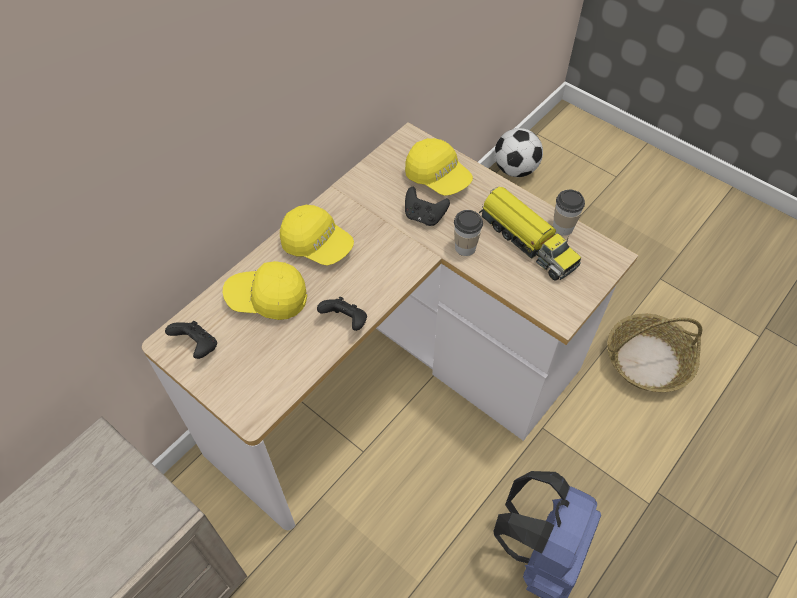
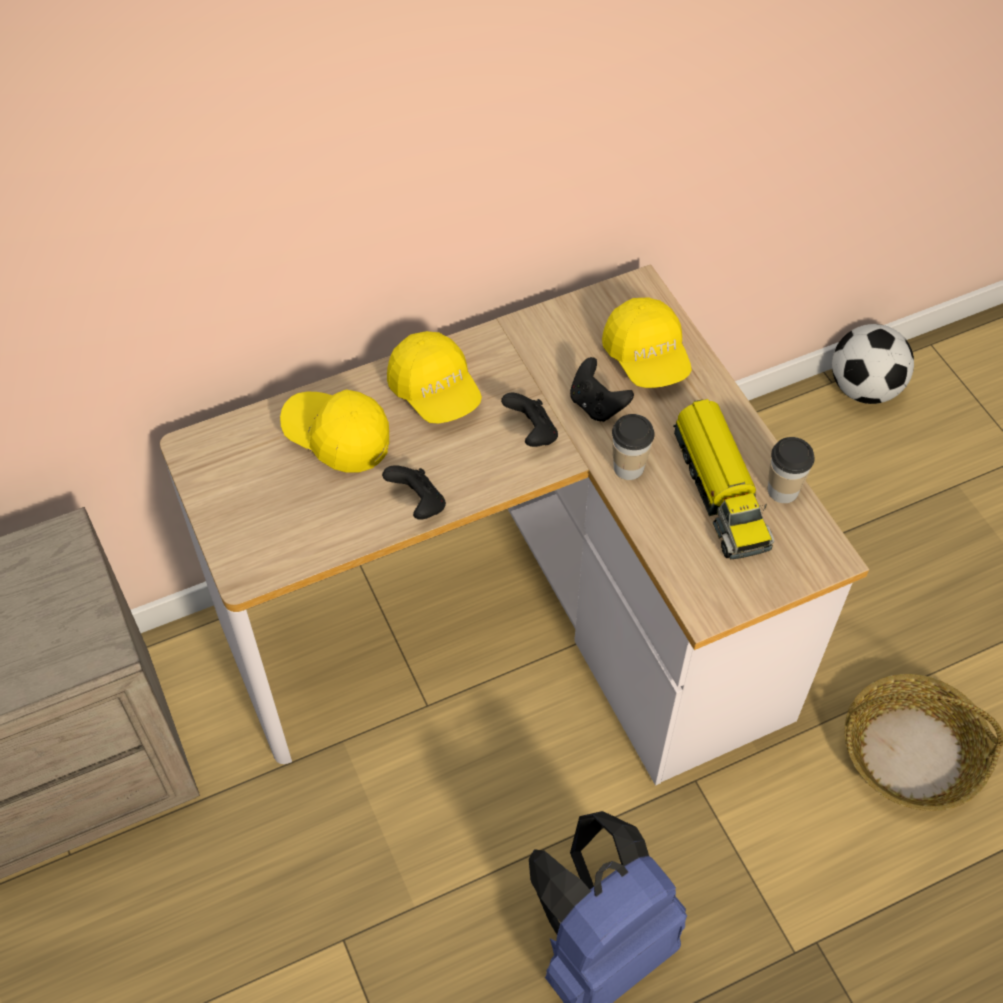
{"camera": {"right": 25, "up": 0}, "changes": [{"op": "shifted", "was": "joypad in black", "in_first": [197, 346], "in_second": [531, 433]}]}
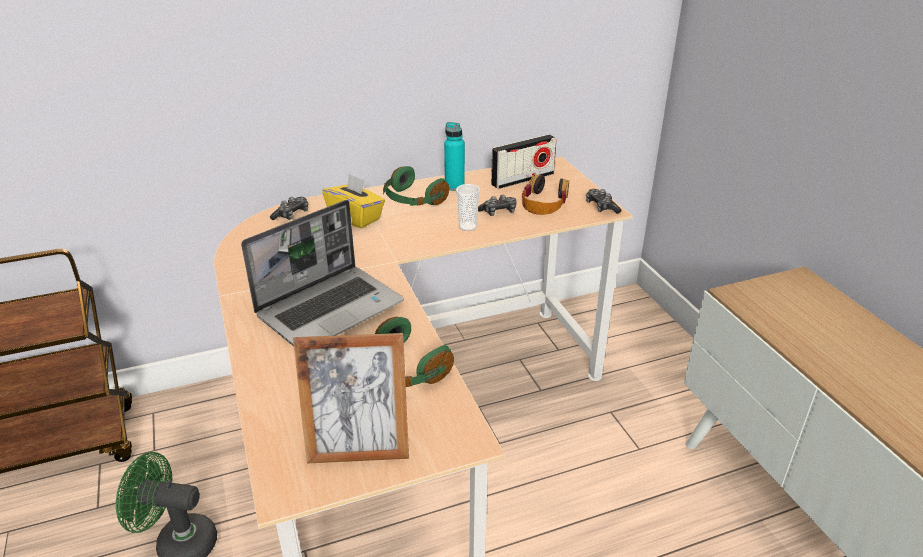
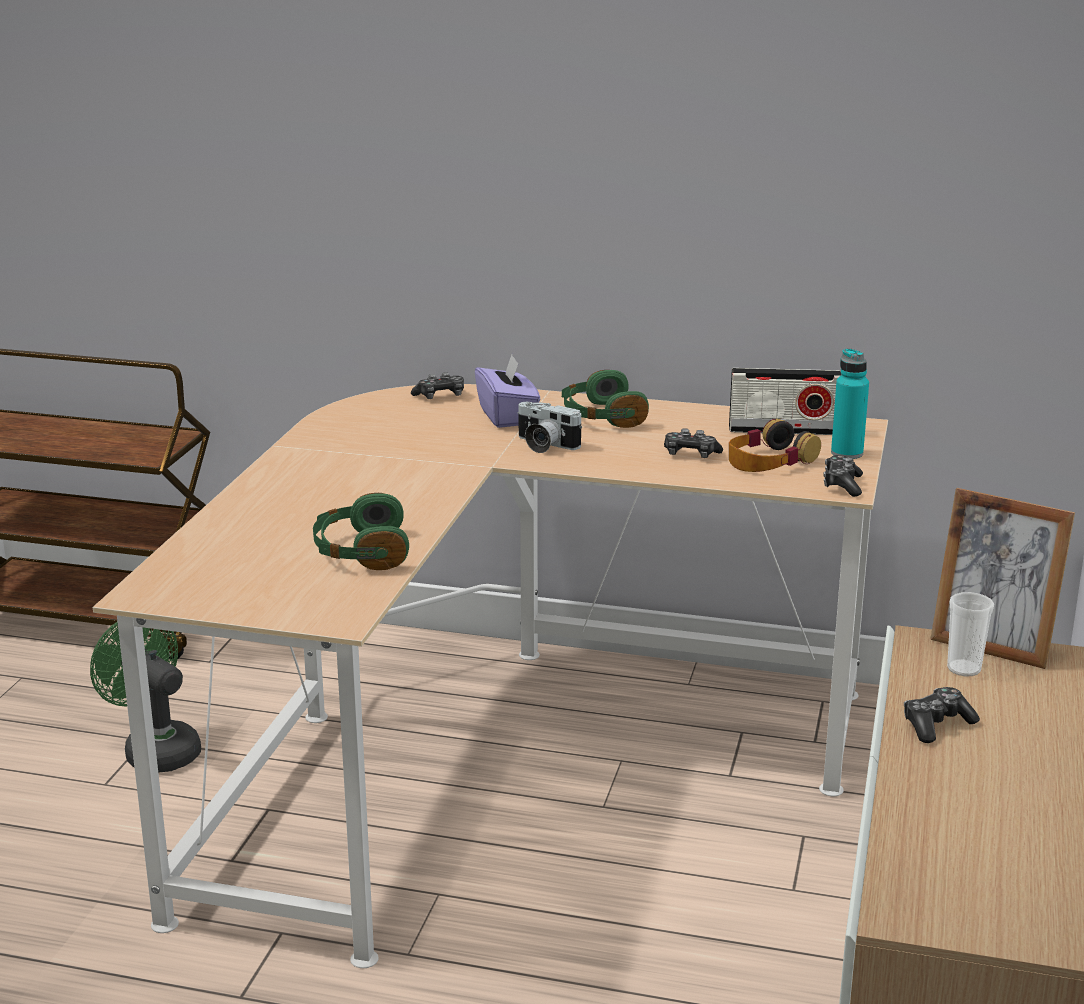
{"camera": {"right": 35, "up": -10}, "changes": [{"op": "gone", "was": "notebook computer", "in_first": [331, 308]}, {"op": "shifted", "was": "standing frame", "in_first": [359, 450], "in_second": [991, 647]}, {"op": "repainted", "was": "tissue holder in yellow-coloured", "now": "tissue holder in purple-coloured", "in_first": [355, 217], "in_second": [507, 416]}, {"op": "shifted", "was": "bottle in blue-green", "in_first": [454, 186], "in_second": [847, 453]}, {"op": "shifted", "was": "small cup", "in_first": [467, 227], "in_second": [964, 669]}, {"op": "new", "now": "still camera", "in_second": [544, 445]}, {"op": "new", "now": "joypad", "in_second": [936, 724]}]}
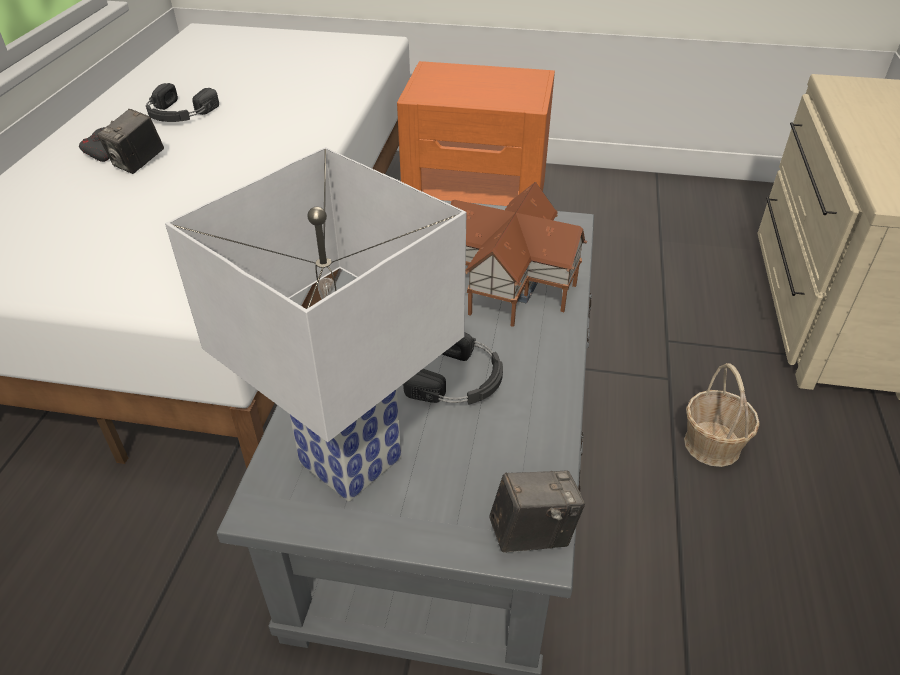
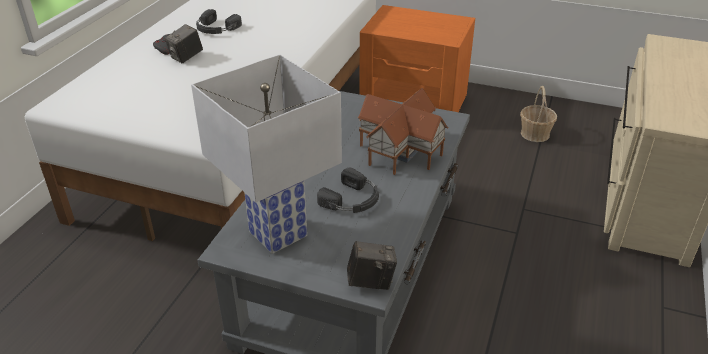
{"camera": {"right": 10, "up": -5}, "changes": [{"op": "shifted", "was": "basket", "in_first": [712, 445], "in_second": [534, 134]}]}
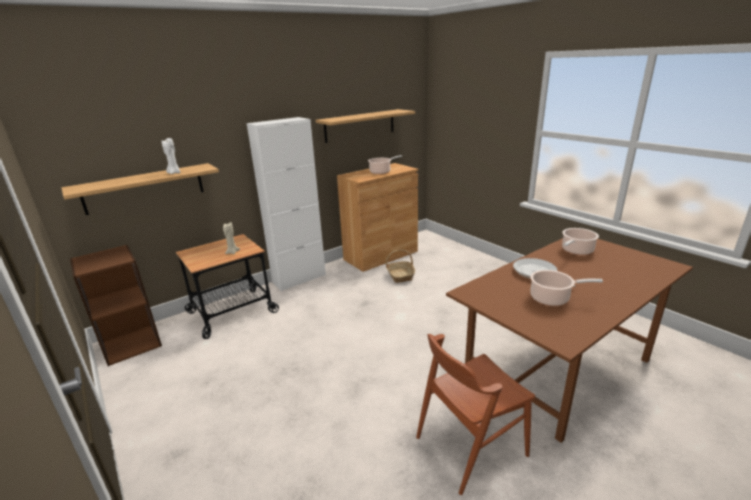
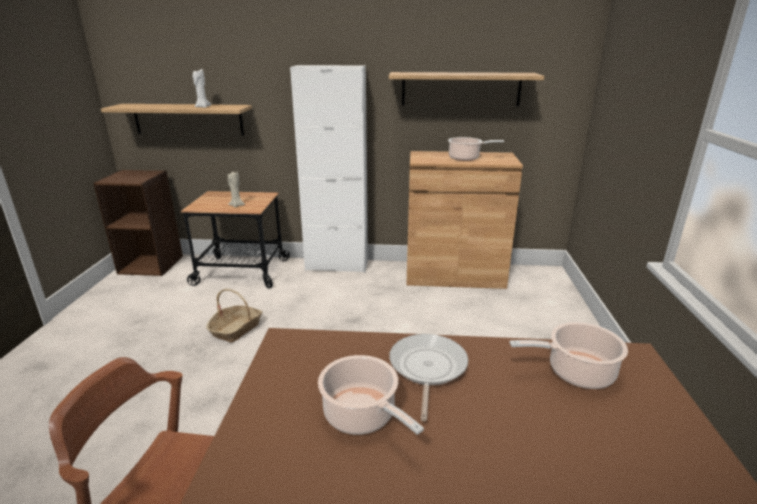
{"camera": {"right": 40, "up": 0}, "changes": [{"op": "shifted", "was": "basket", "in_first": [400, 275], "in_second": [236, 329]}]}
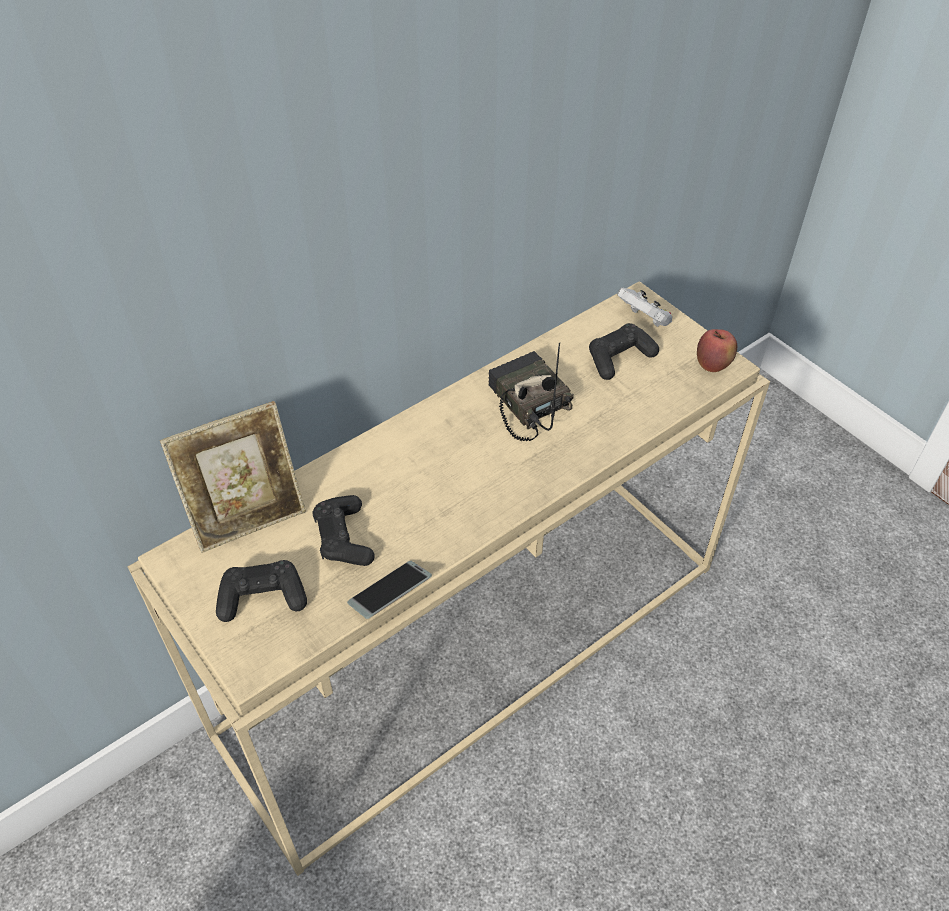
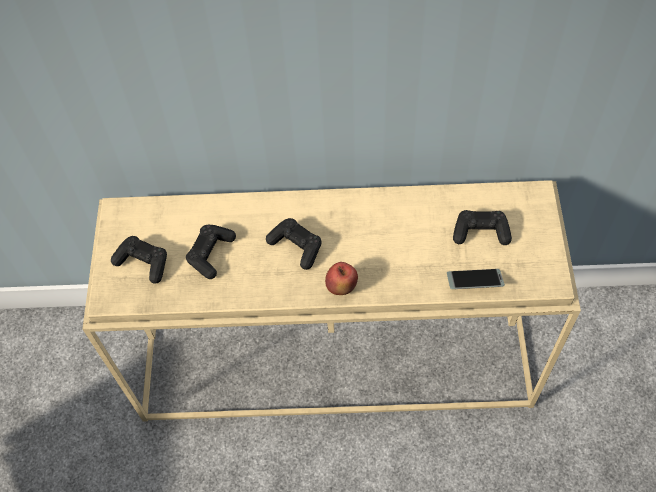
{"camera": {"right": 40, "up": 10}, "changes": [{"op": "gone", "was": "standing frame", "in_first": [248, 517]}, {"op": "shifted", "was": "phone", "in_first": [390, 594], "in_second": [474, 282]}, {"op": "gone", "was": "radio set", "in_first": [526, 403]}, {"op": "gone", "was": "joypad in white-coloured", "in_first": [645, 320]}, {"op": "shifted", "was": "apple fruit", "in_first": [712, 365], "in_second": [341, 287]}, {"op": "new", "now": "joypad in black", "in_second": [296, 246]}]}
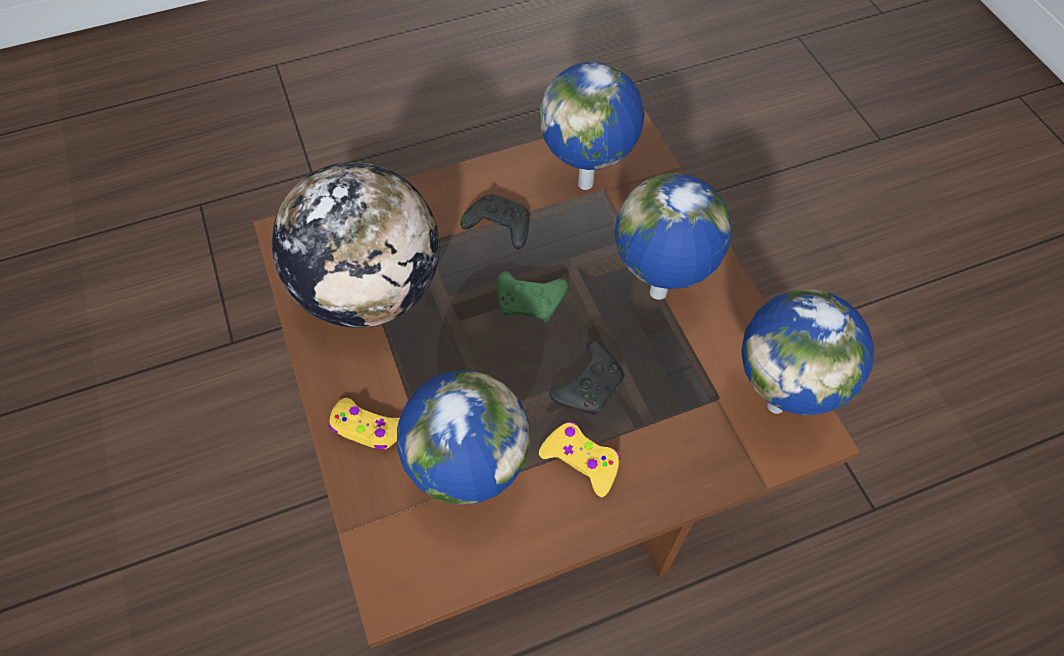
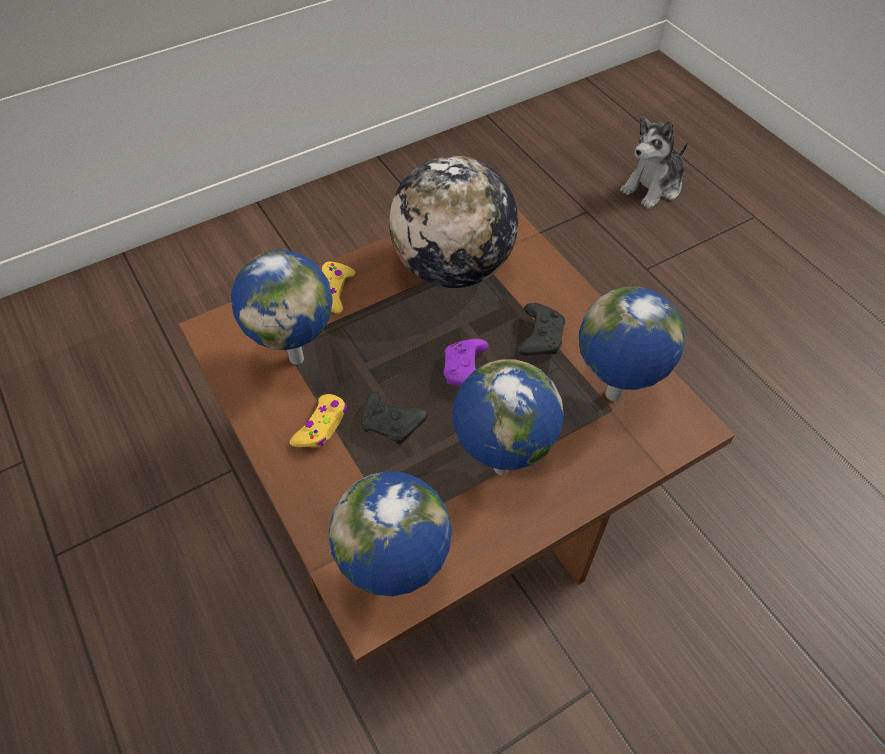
{"camera": {"right": 80, "up": -5}, "changes": [{"op": "repainted", "was": "joypad in green", "now": "joypad in purple-coloured", "in_first": [531, 302], "in_second": [466, 371]}, {"op": "new", "now": "cuddly toy", "in_second": [653, 187]}]}
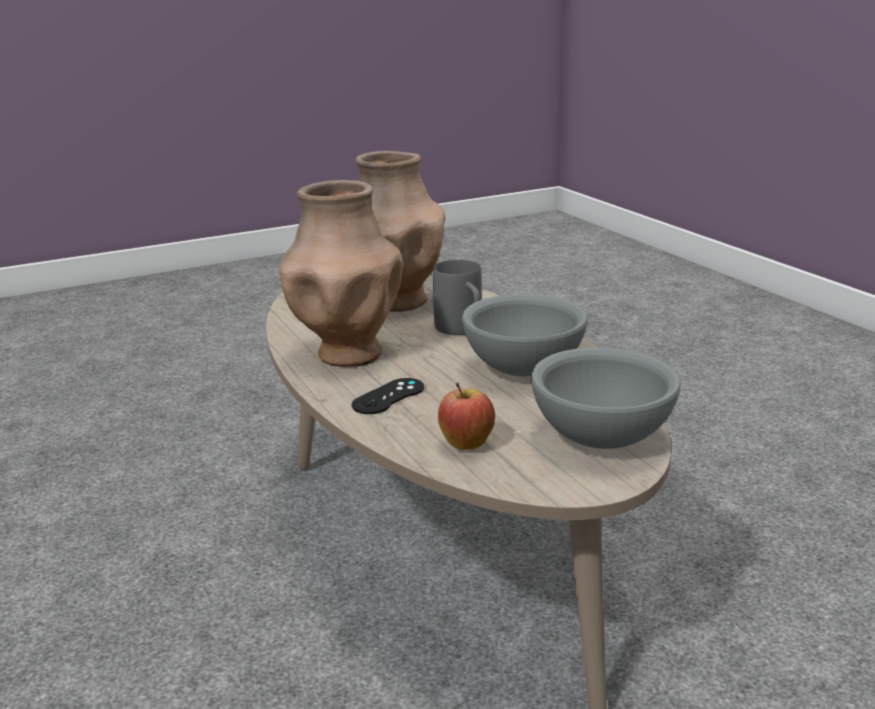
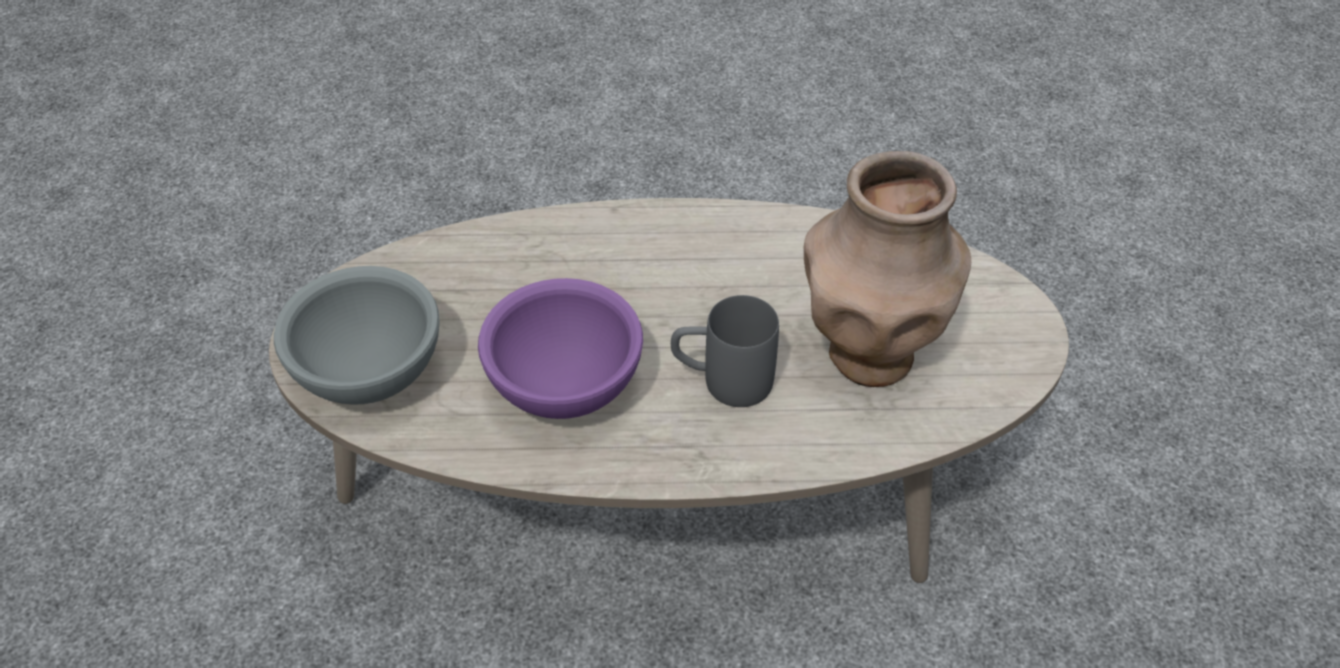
{"camera": {"right": 115, "up": 25}, "changes": [{"op": "gone", "was": "decorative vase in brown-coloured", "in_first": [348, 354]}, {"op": "gone", "was": "joypad in black", "in_first": [388, 396]}, {"op": "gone", "was": "apple fruit", "in_first": [466, 446]}, {"op": "repainted", "was": "deep dish in greyish", "now": "deep dish in purple-coloured", "in_first": [521, 370], "in_second": [565, 385]}]}
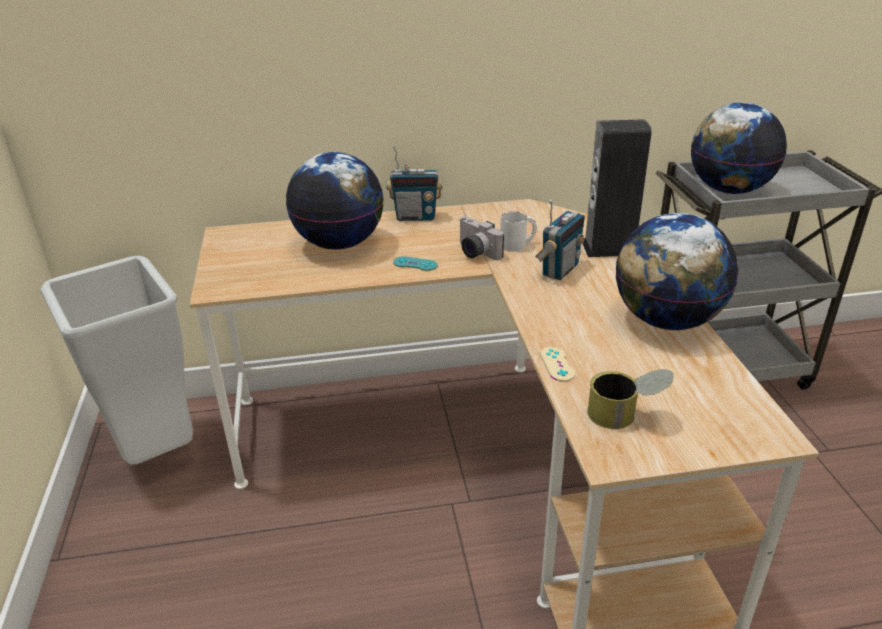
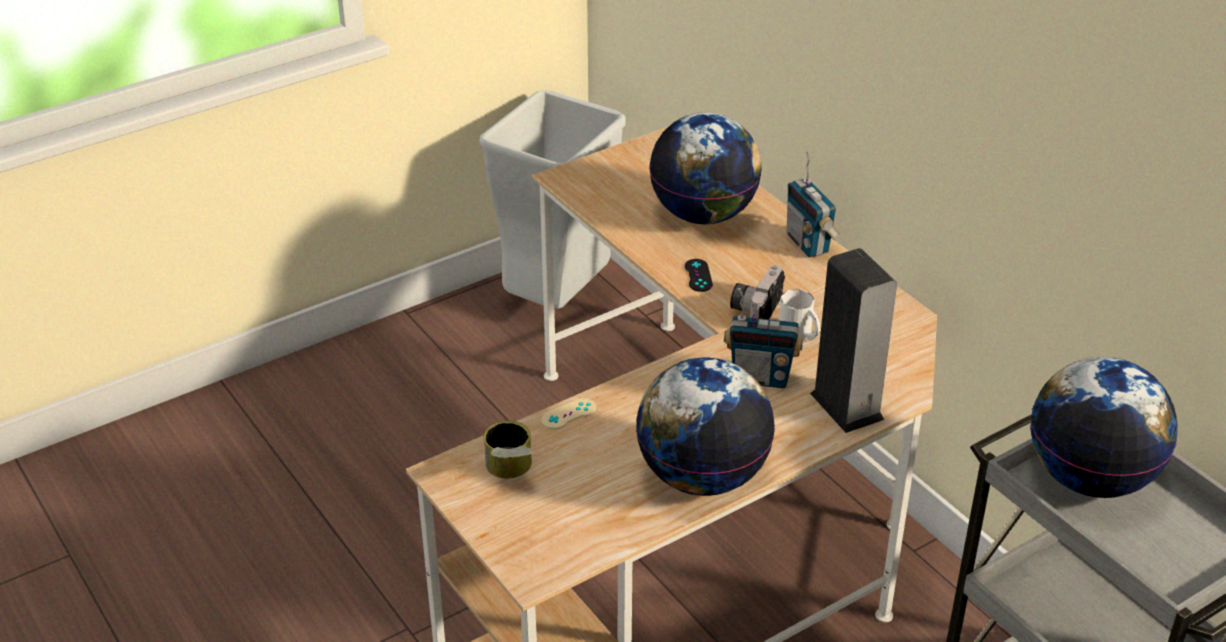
{"camera": {"right": 65, "up": 5}, "changes": [{"op": "repainted", "was": "joypad in blue-green", "now": "joypad in black", "in_first": [415, 264], "in_second": [698, 275]}]}
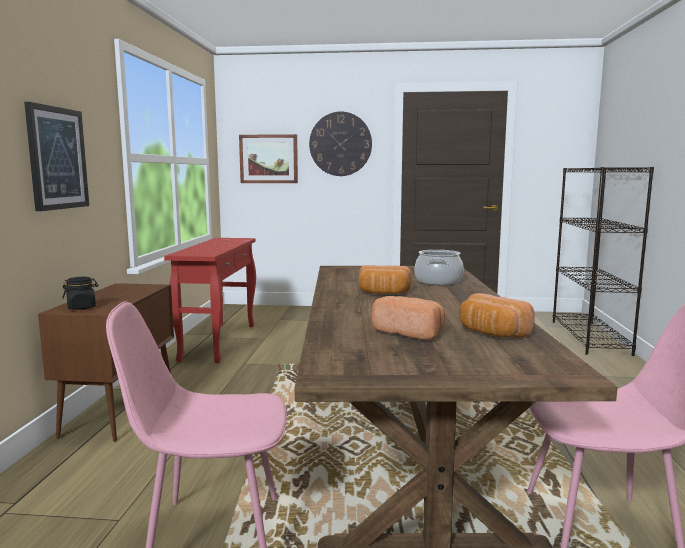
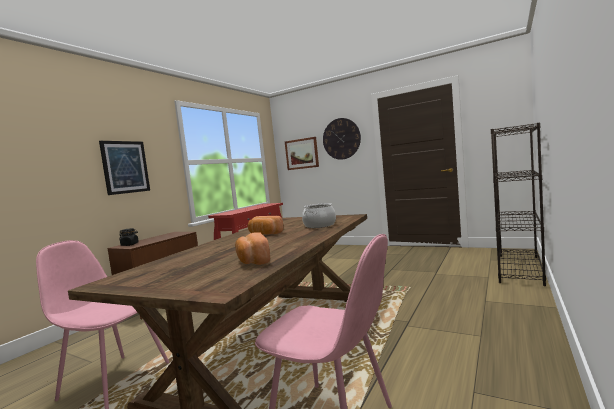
{"camera": {"right": 25, "up": -5}, "changes": [{"op": "gone", "was": "bread", "in_first": [410, 332]}]}
